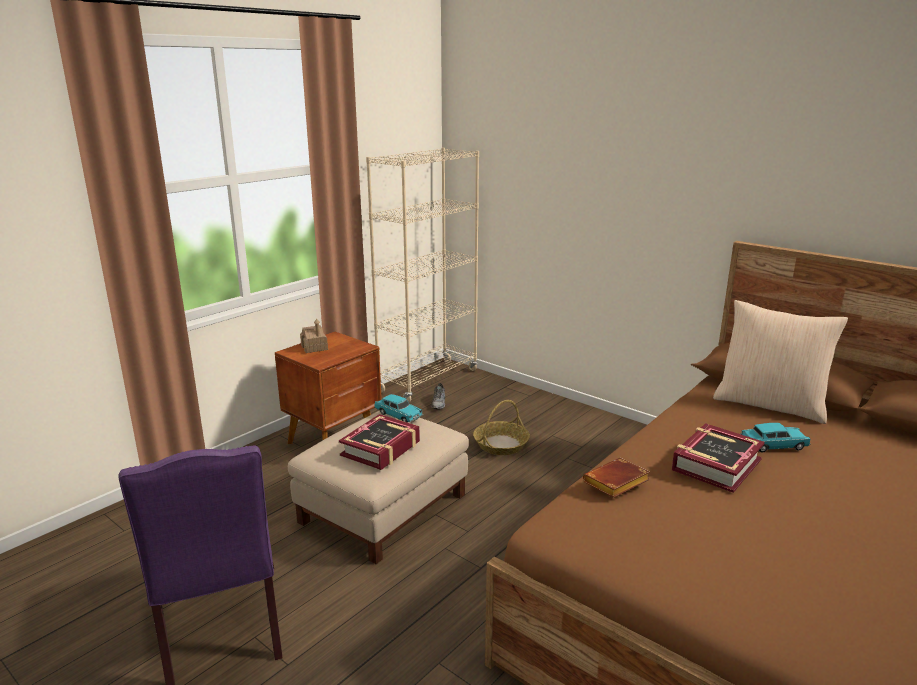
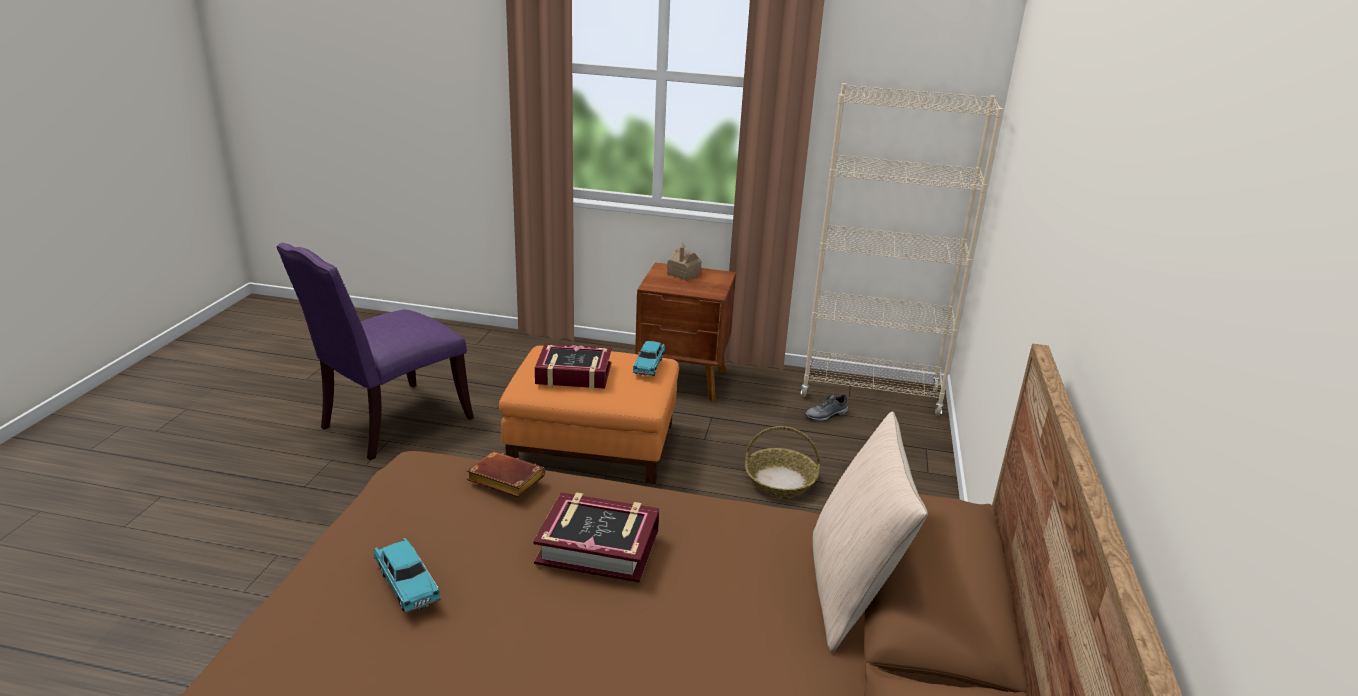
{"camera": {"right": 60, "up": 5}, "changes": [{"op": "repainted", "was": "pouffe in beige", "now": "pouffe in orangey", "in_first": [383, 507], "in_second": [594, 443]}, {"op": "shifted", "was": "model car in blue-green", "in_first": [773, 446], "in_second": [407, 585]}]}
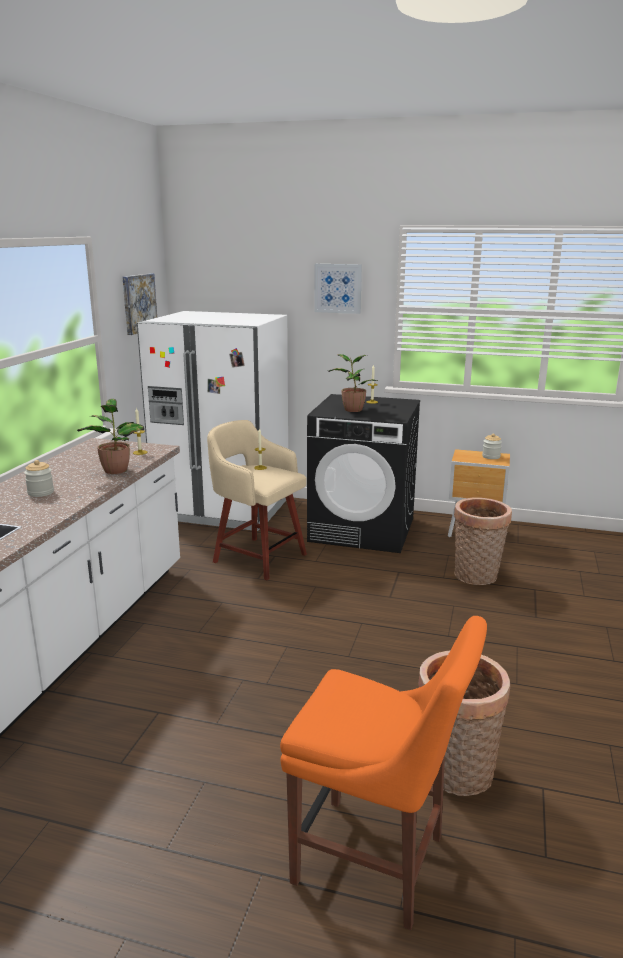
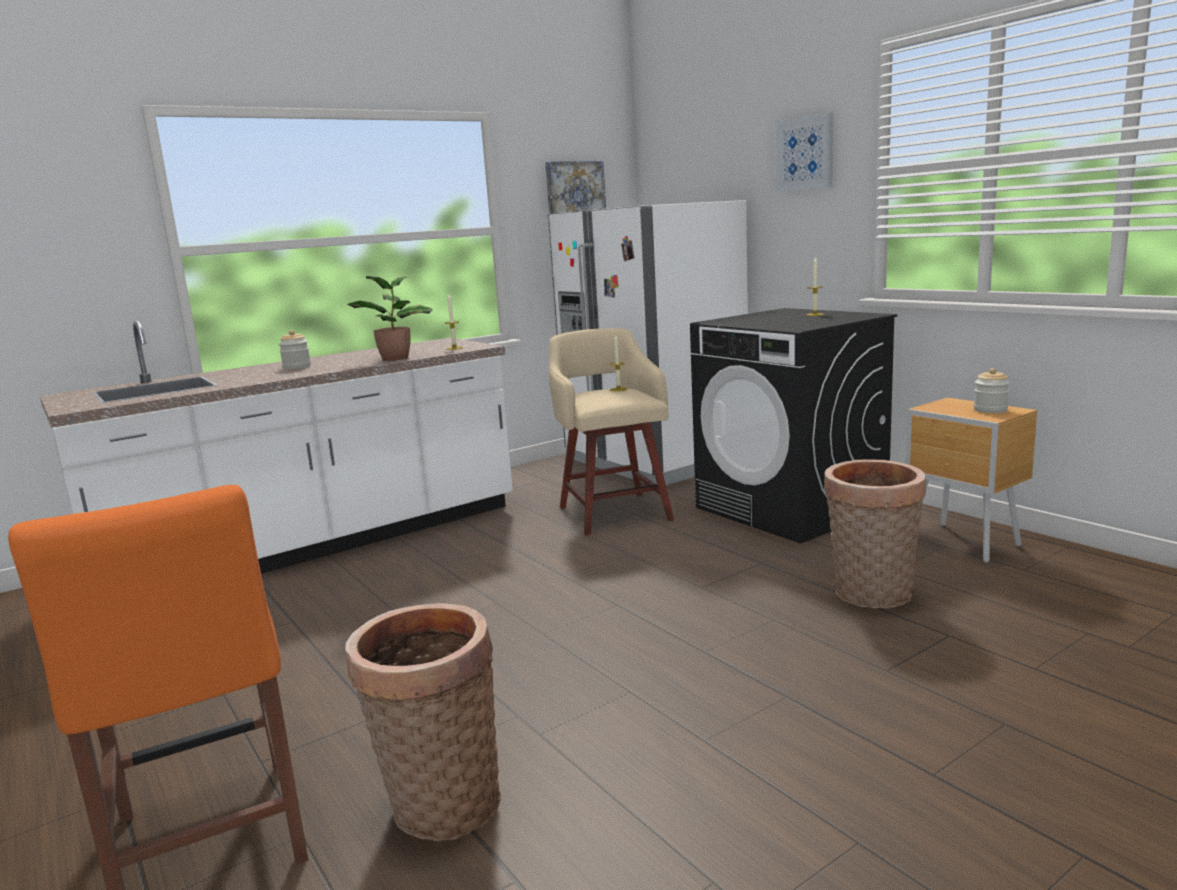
{"camera": {"right": 40, "up": -5}, "changes": [{"op": "gone", "was": "plant in a pot", "in_first": [352, 409]}]}
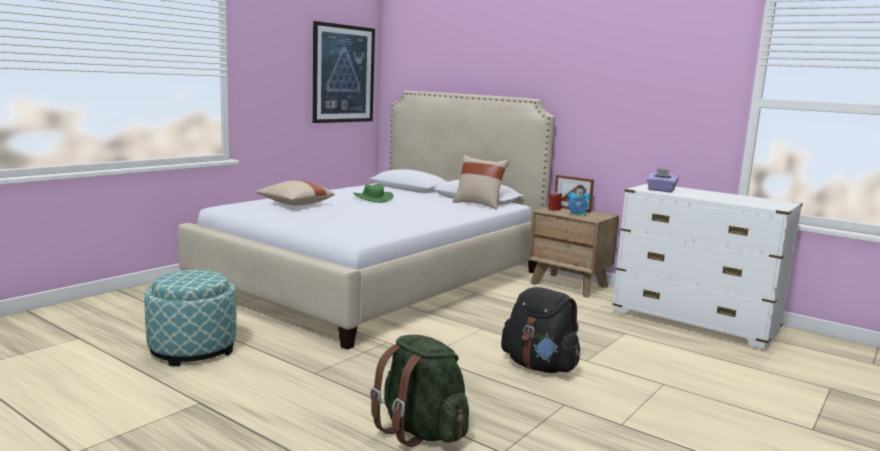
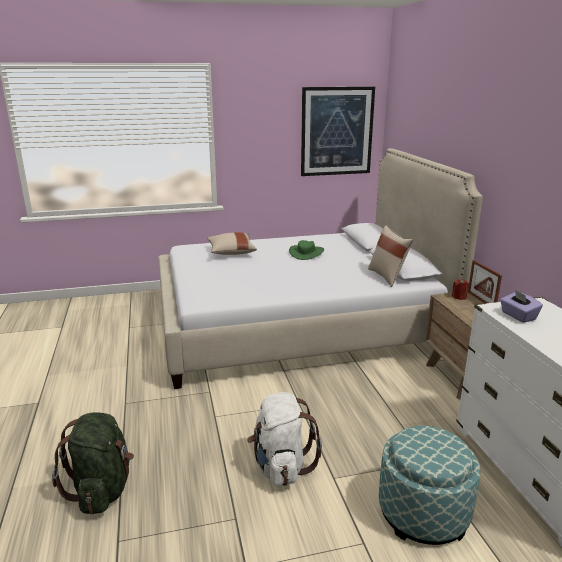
{"camera": {"right": 40, "up": 10}, "changes": [{"op": "shifted", "was": "pouffe", "in_first": [193, 350], "in_second": [423, 512]}, {"op": "repainted", "was": "backpack in black", "now": "backpack in white-coloured", "in_first": [539, 366], "in_second": [281, 466]}, {"op": "gone", "was": "bedside clock", "in_first": [577, 215]}]}
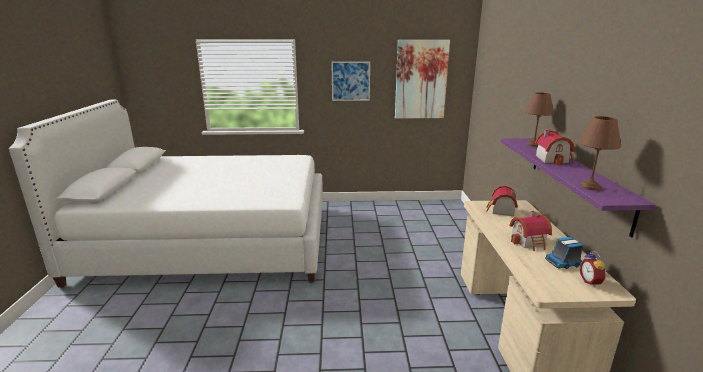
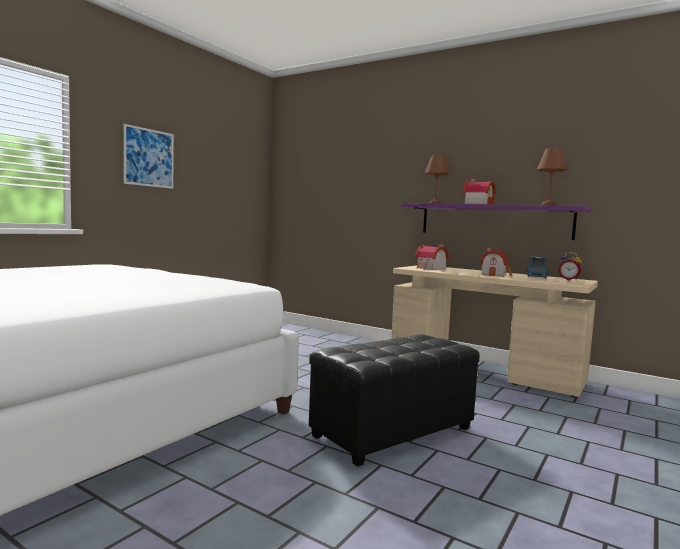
{"camera": {"right": -55, "up": -15}, "changes": [{"op": "gone", "was": "picture", "in_first": [421, 80]}, {"op": "new", "now": "pouffe in black", "in_second": [392, 432]}]}
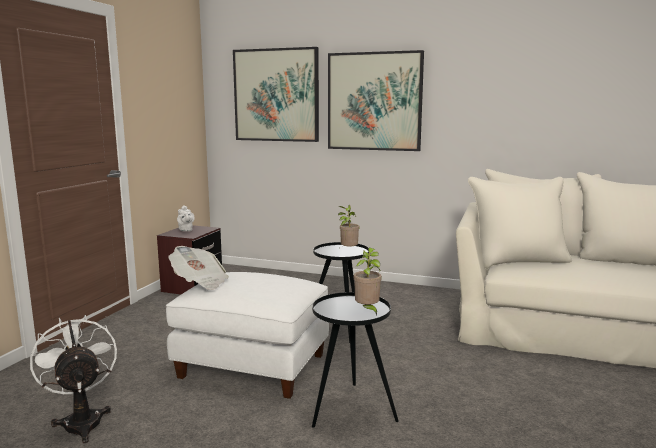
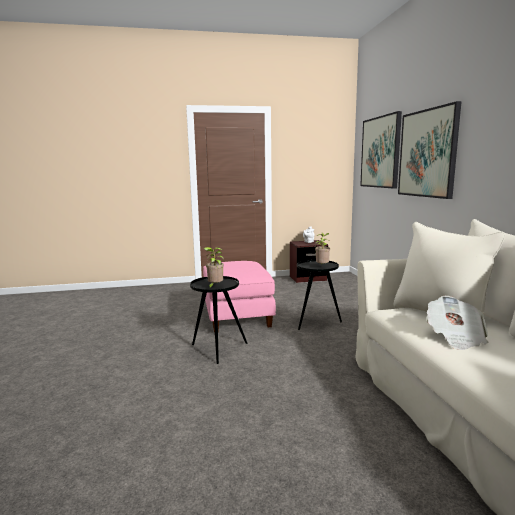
{"camera": {"right": 60, "up": 0}, "changes": [{"op": "gone", "was": "cooling fan in white-coloured", "in_first": [82, 420]}, {"op": "repainted", "was": "pouffe in white-coloured", "now": "pouffe in pink", "in_first": [254, 365], "in_second": [238, 316]}, {"op": "shifted", "was": "newspaper", "in_first": [200, 282], "in_second": [455, 337]}]}
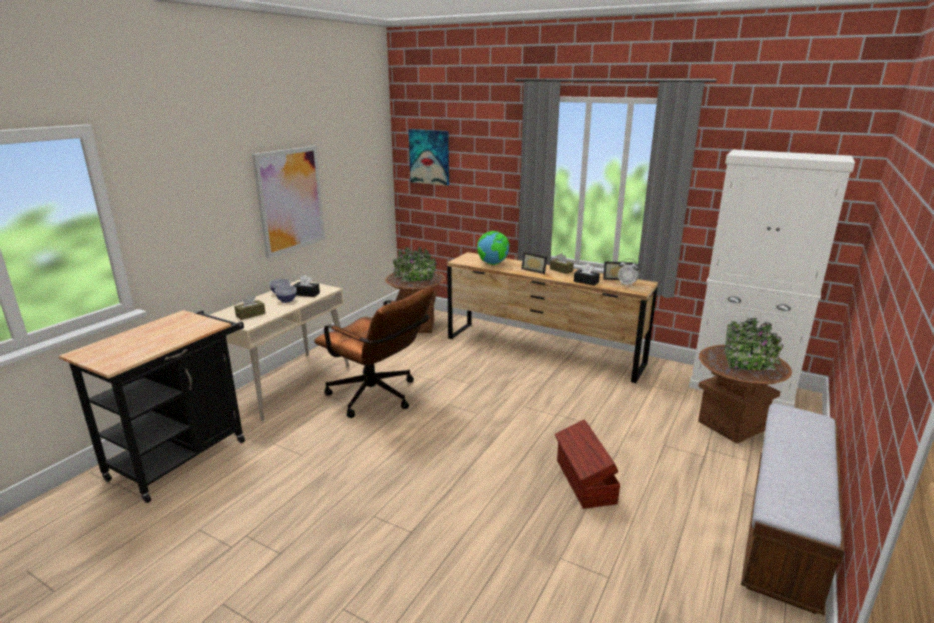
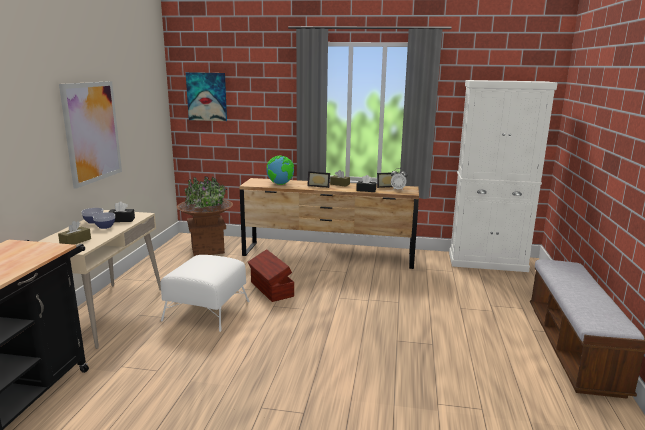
{"camera": {"right": -20, "up": -5}, "changes": [{"op": "swapped", "was": "computer chair in brown-coloured", "now": "pouffe in white-coloured", "in_first": [378, 398], "in_second": [206, 311]}, {"op": "shifted", "was": "storage bin in brown-coloured", "in_first": [584, 482], "in_second": [271, 289]}, {"op": "gone", "was": "flower pot in brown-coloured", "in_first": [731, 425]}]}
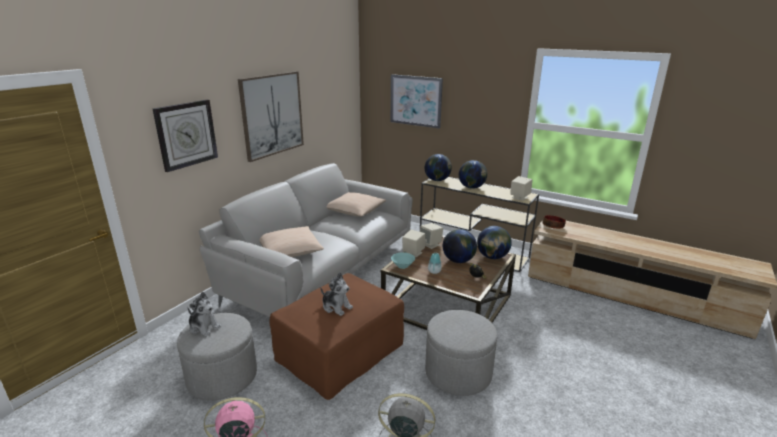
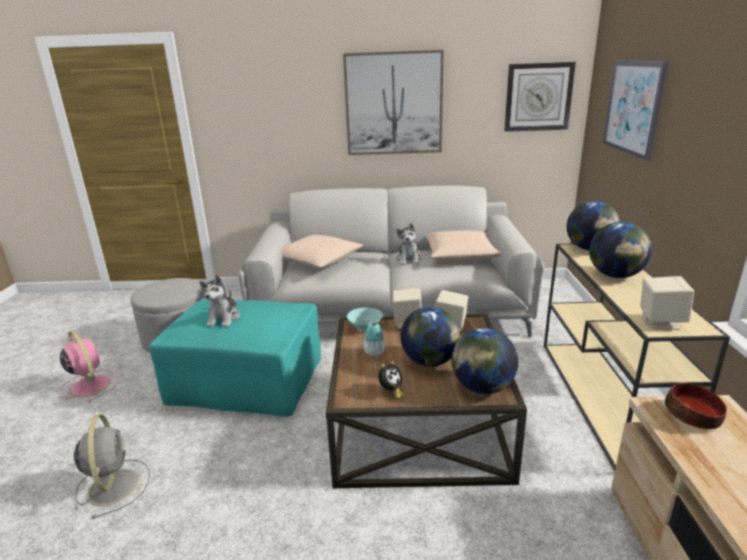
{"camera": {"right": 60, "up": 0}, "changes": [{"op": "shifted", "was": "wall clock", "in_first": [186, 134], "in_second": [538, 97]}, {"op": "shifted", "was": "cuddly toy", "in_first": [204, 327], "in_second": [408, 259]}, {"op": "repainted", "was": "pouffe in brown-coloured", "now": "pouffe in blue-green", "in_first": [340, 353], "in_second": [248, 382]}, {"op": "gone", "was": "pouffe in greyish", "in_first": [458, 372]}]}
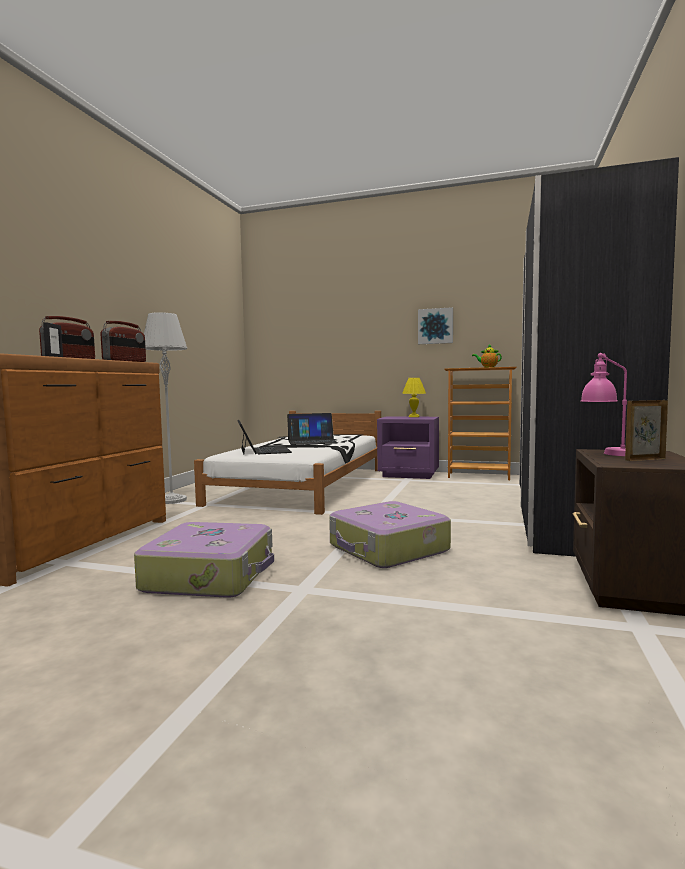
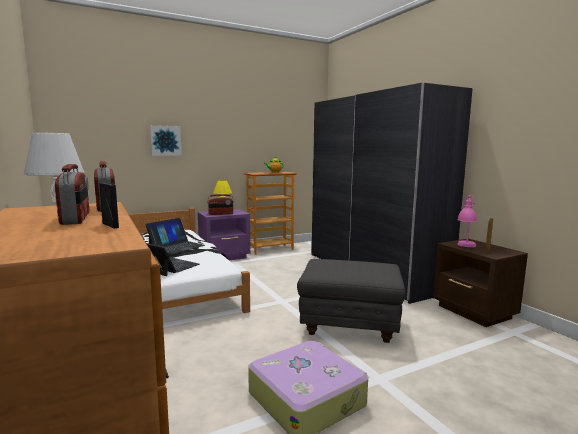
{"camera": {"right": -45, "up": 5}, "changes": [{"op": "swapped", "was": "piece of luggage", "now": "pouffe in greyish", "in_first": [388, 549], "in_second": [350, 327]}, {"op": "shifted", "was": "picture", "in_first": [435, 326], "in_second": [165, 140]}, {"op": "new", "now": "radio set", "in_second": [221, 214]}]}
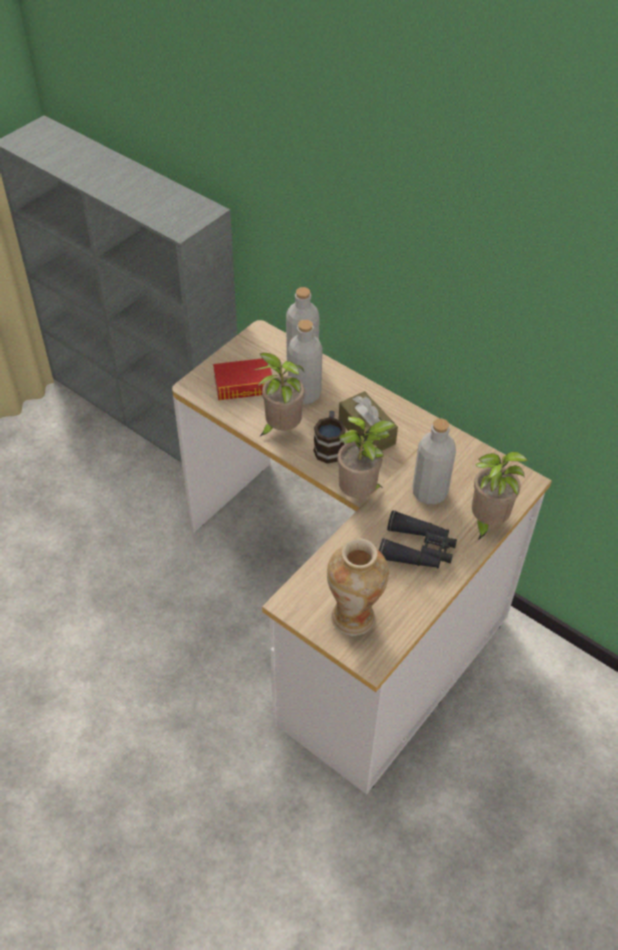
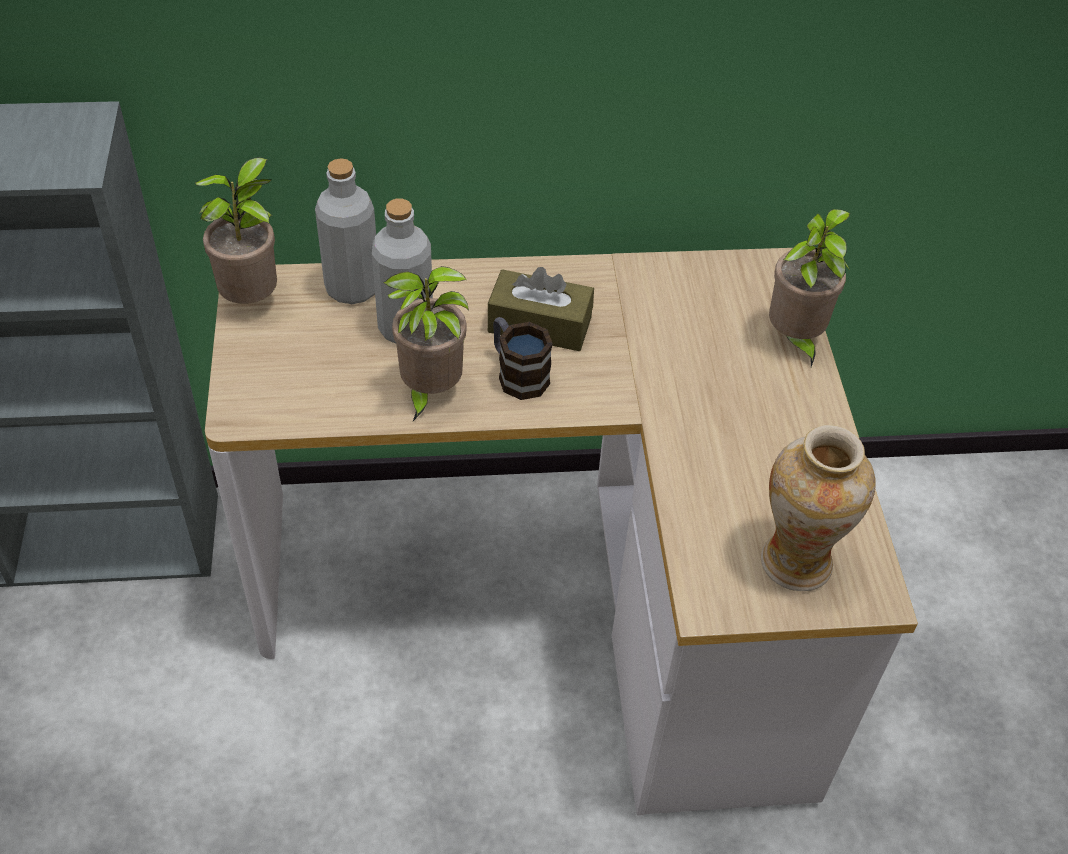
{"camera": {"right": -45, "up": 0}, "changes": [{"op": "gone", "was": "volume", "in_first": [244, 385]}, {"op": "shifted", "was": "plant in a pot", "in_first": [360, 494], "in_second": [254, 299]}, {"op": "gone", "was": "field glasses in black", "in_first": [418, 549]}, {"op": "gone", "was": "bottle in greyish", "in_first": [429, 492]}]}
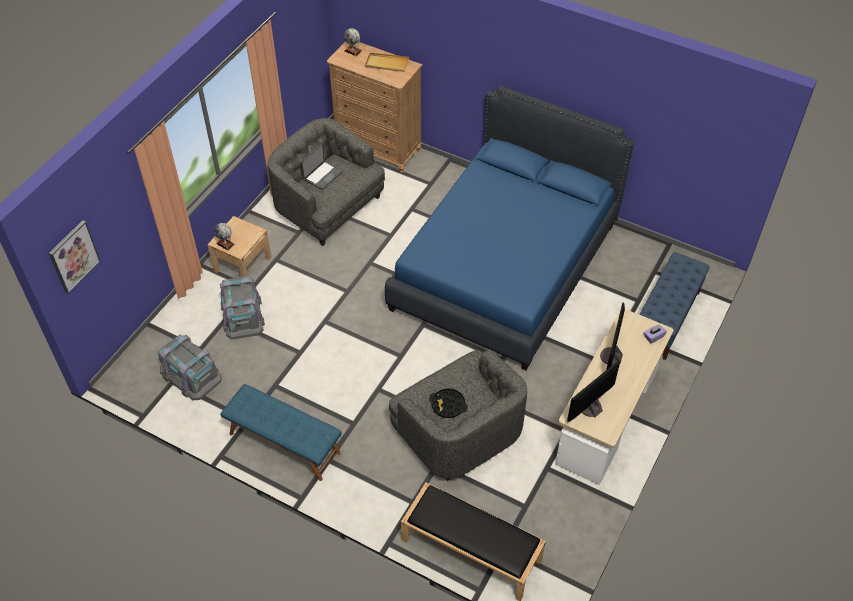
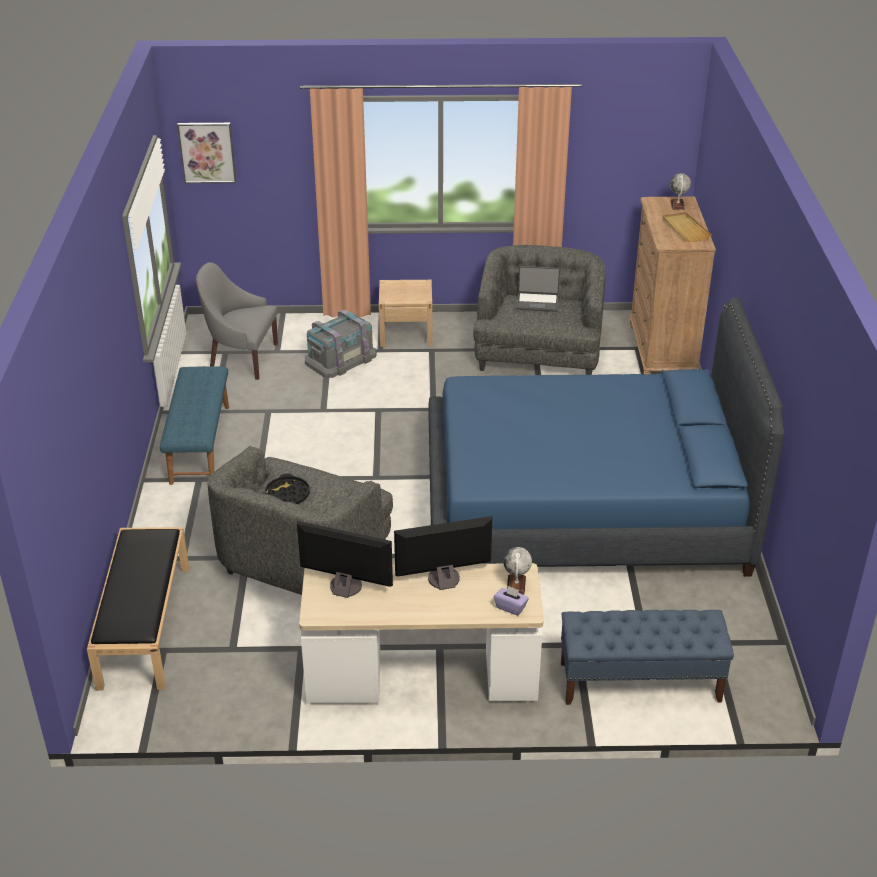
{"camera": {"right": 60, "up": -15}, "changes": [{"op": "swapped", "was": "storage bin in greyish", "now": "lounge chair in greyish", "in_first": [190, 375], "in_second": [241, 358]}, {"op": "shifted", "was": "globe", "in_first": [225, 244], "in_second": [516, 585]}]}
